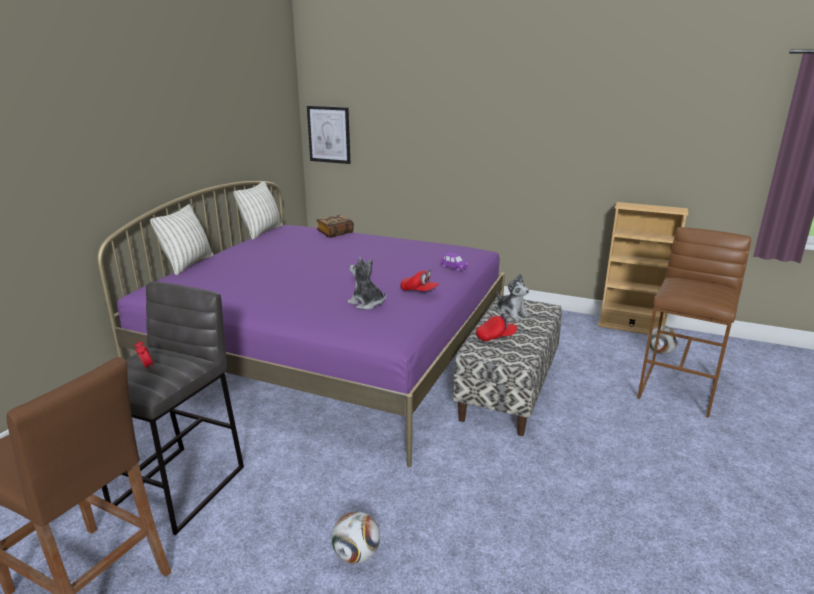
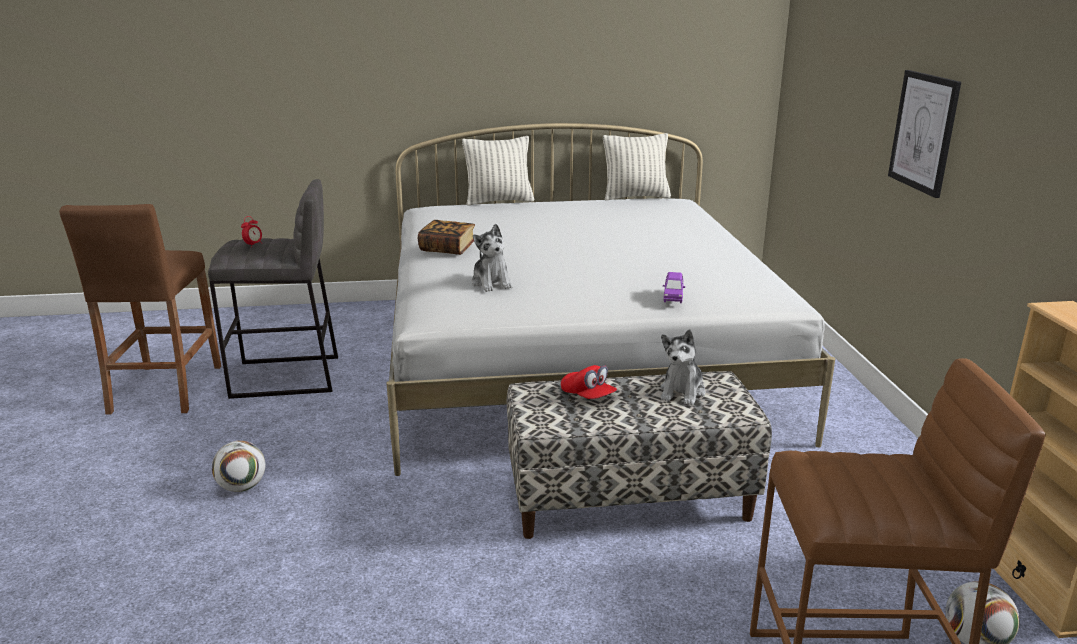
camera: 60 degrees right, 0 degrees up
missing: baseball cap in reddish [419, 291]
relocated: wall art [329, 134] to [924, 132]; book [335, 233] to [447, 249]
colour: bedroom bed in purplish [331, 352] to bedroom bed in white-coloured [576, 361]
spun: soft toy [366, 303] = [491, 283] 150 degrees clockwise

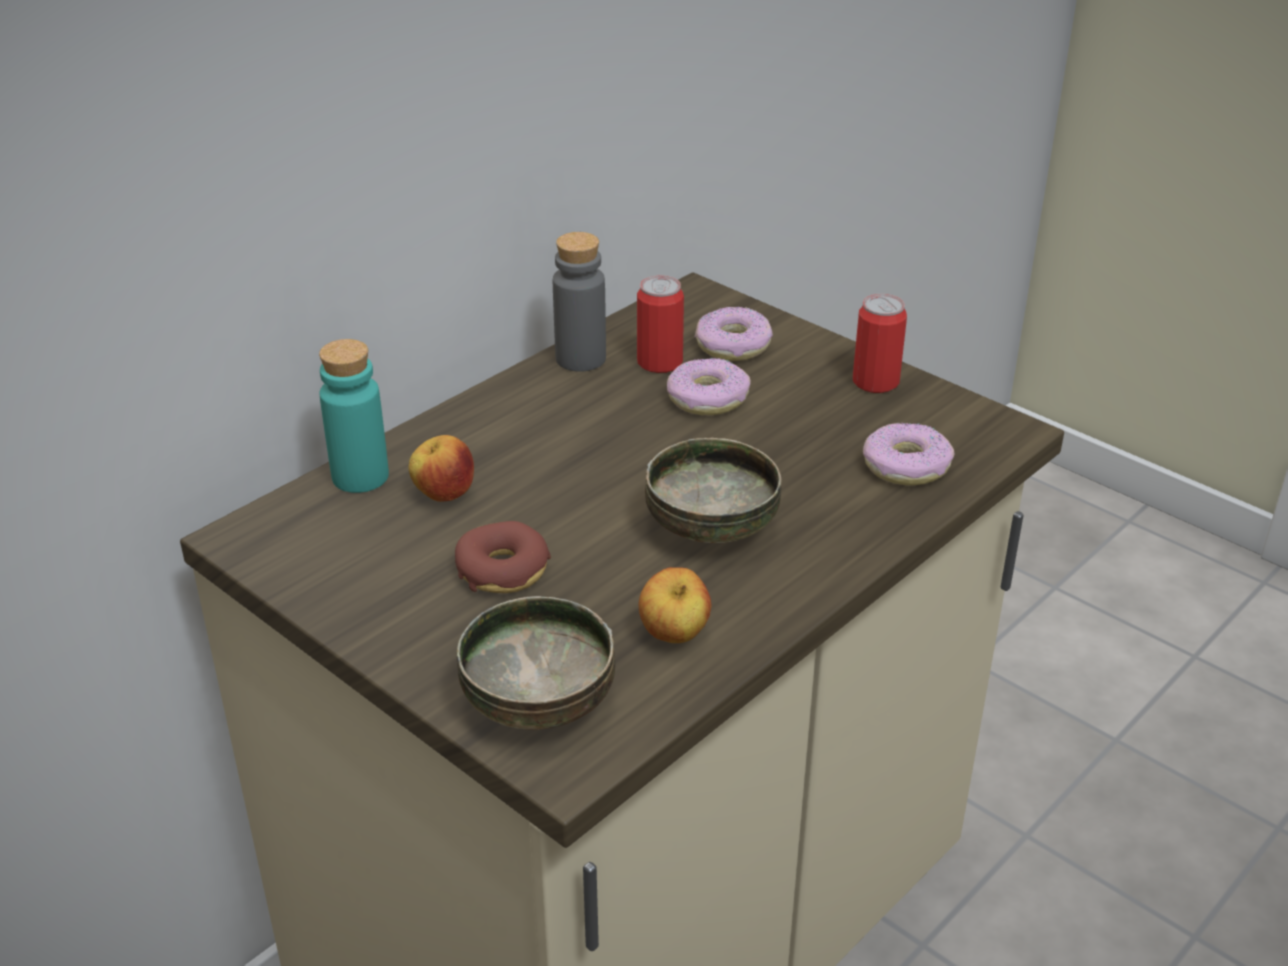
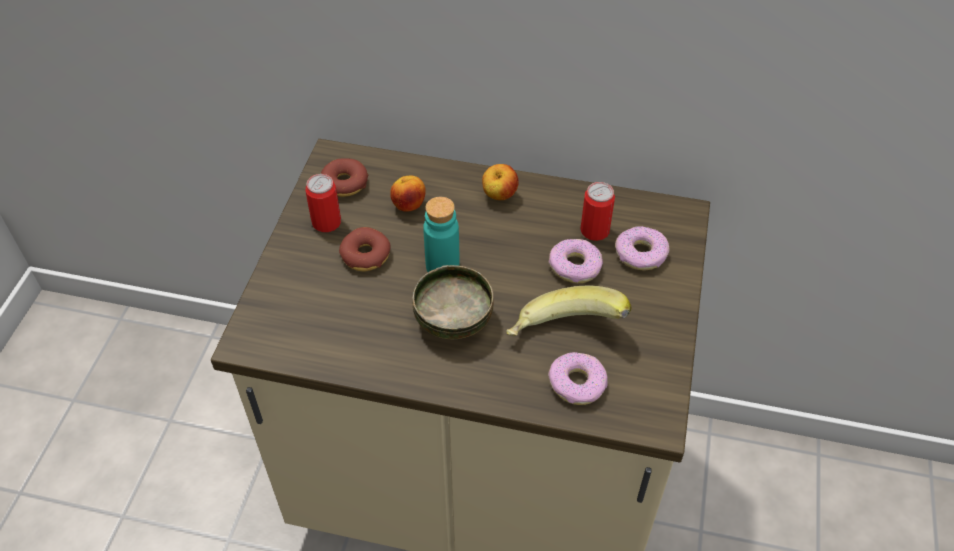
camera: 60 degrees right, 15 degrees up
missing: beverage bottle in gray [580, 358]; bowl [541, 703]
appeared: doughnut [344, 183]; whole banana [564, 335]
relocated: sealed can [875, 382] to [326, 222]; beverage bottle in turquoise-coloured [360, 476] to [442, 266]; whole apple [674, 636] to [499, 195]

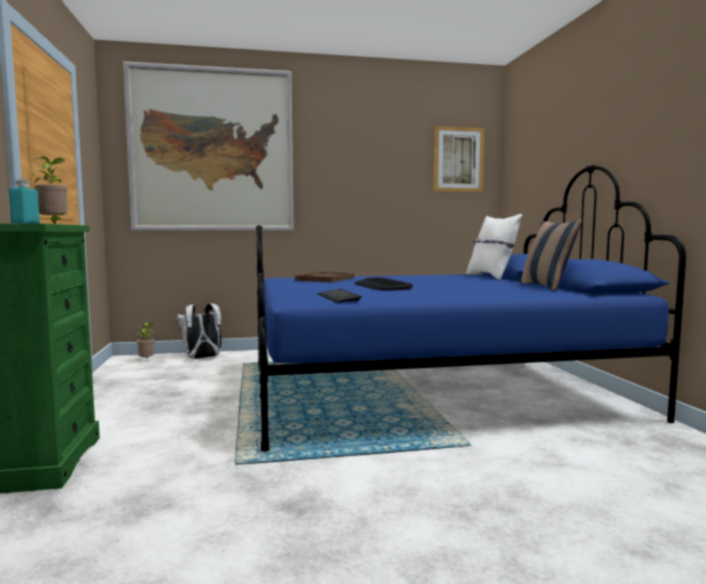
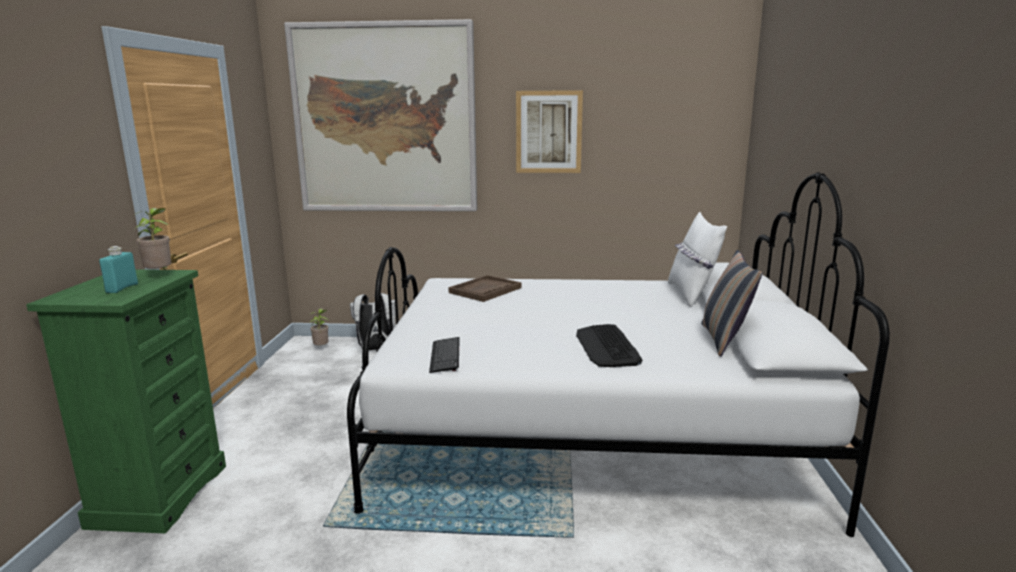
camera: 15 degrees right, 10 degrees up
relocated: wall art [458, 159] to [548, 132]; keyboard [382, 286] to [607, 347]
colour: bedroom bed in bluish [430, 389] to bedroom bed in white-coloured [588, 432]

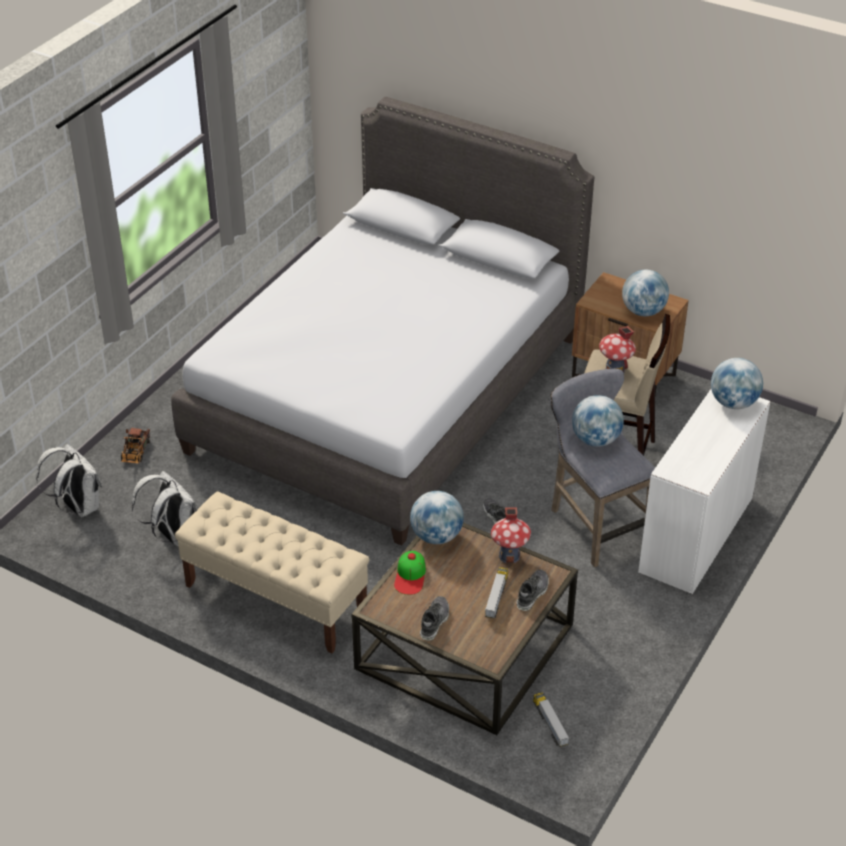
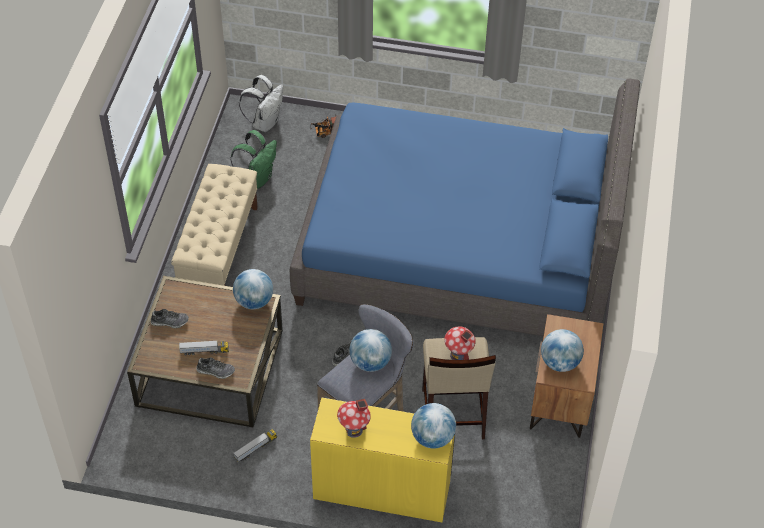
camera: 70 degrees right, 10 degrees up
missing: baseball cap [410, 576]
relocated: toy house [509, 556] to [354, 430]; toy truck [550, 724] to [256, 448]
colour: bedroom bed in gray [386, 393] to bedroom bed in bluish [459, 249]; desk unit in white-coloured [694, 534] to desk unit in yellow-coloured [381, 488]; backpack in white-coloured [173, 535] to backpack in greenish [258, 178]

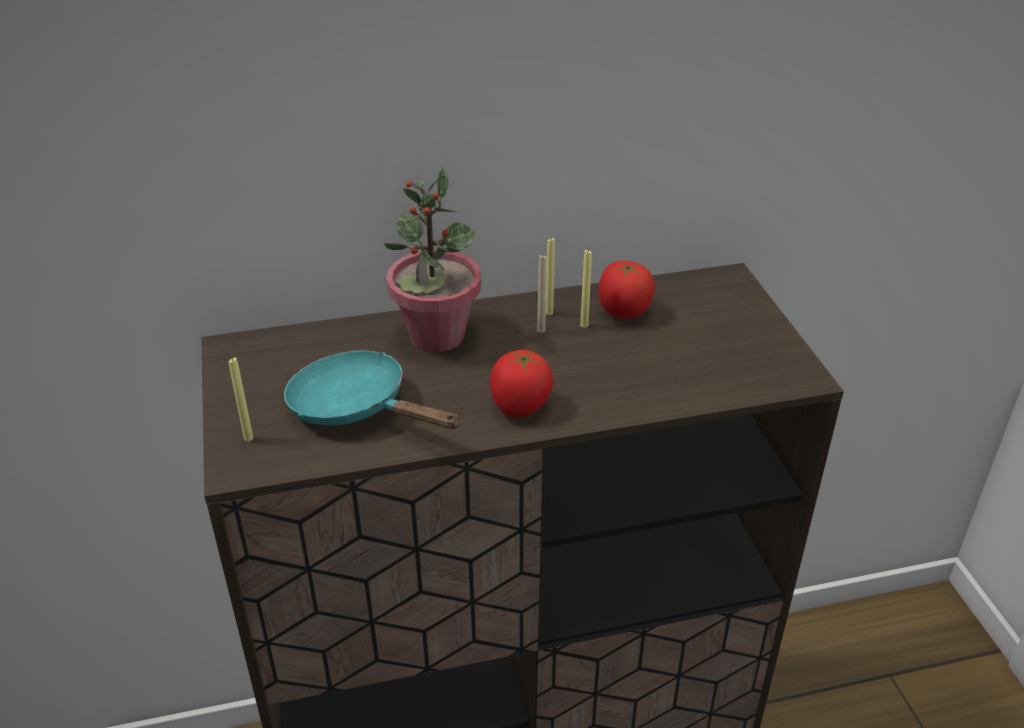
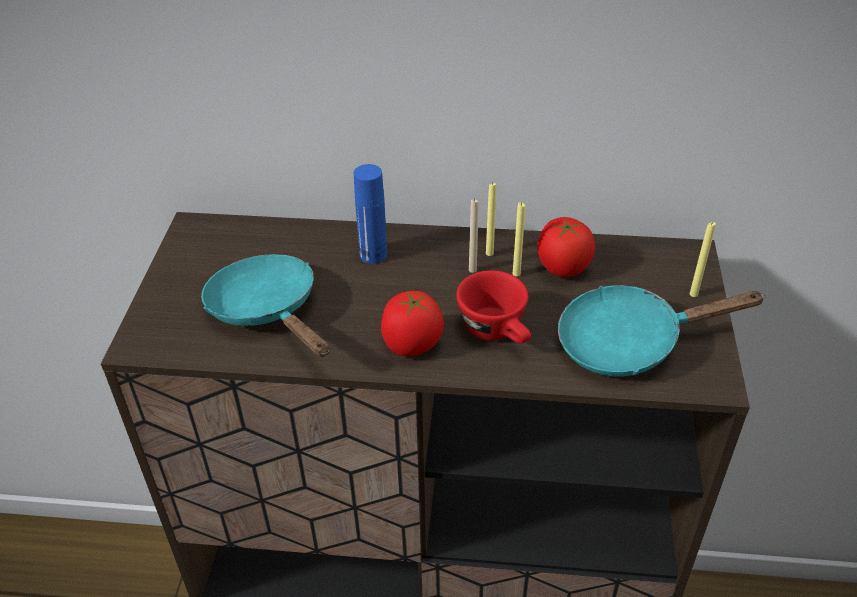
camera: 20 degrees right, 5 degrees up
appeared: small cup in reddish [498, 332]; frying pan in turquoise-coloured [629, 342]
relocated: wax light in yellow-coloured [248, 438] to [693, 294]
exchanged: houseplant [436, 336] to beverage bottle in bluish [373, 255]

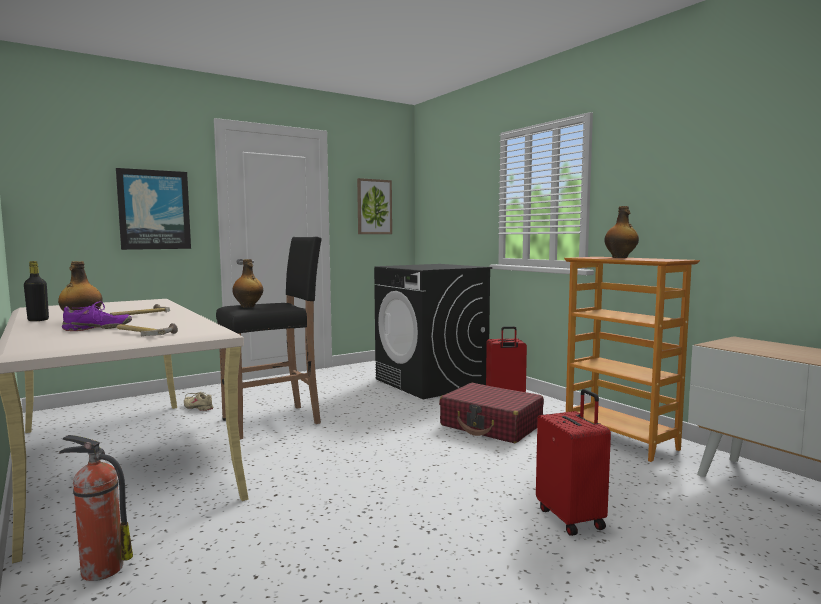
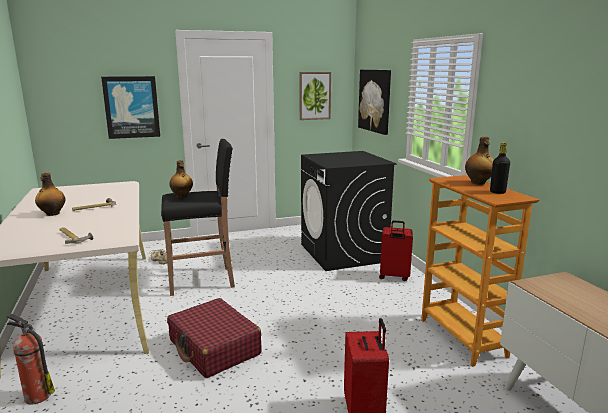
camera: 15 degrees right, 10 degrees up
missing: item of footwear in purplish [97, 328]
appeared: wall art [375, 100]
relocated: beverage bottle in blackish [38, 320] to [497, 192]; piece of luggage in reddish [491, 425] to [214, 348]

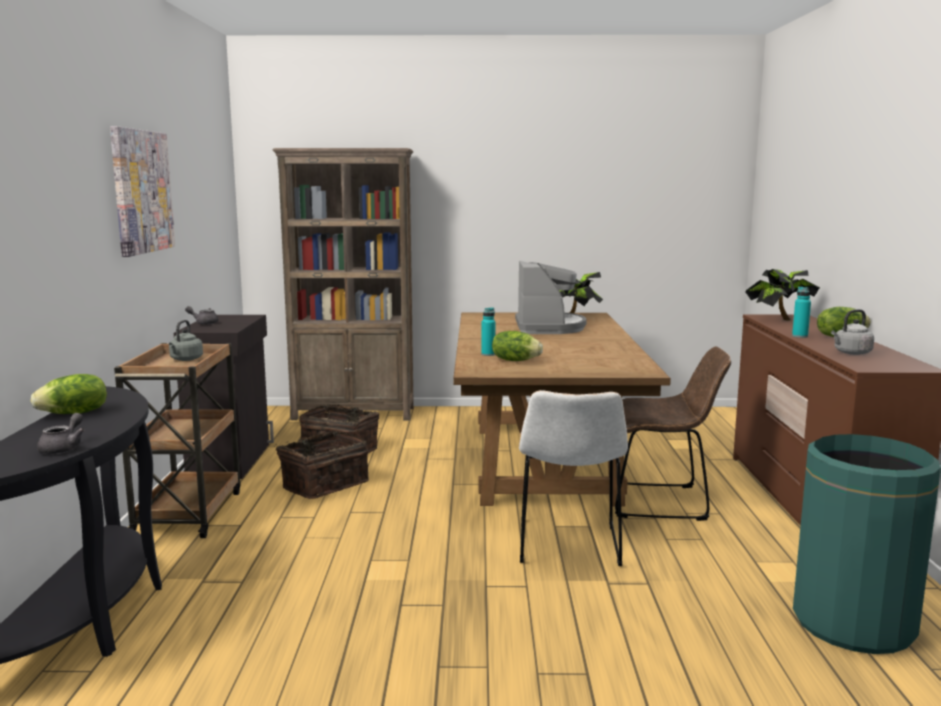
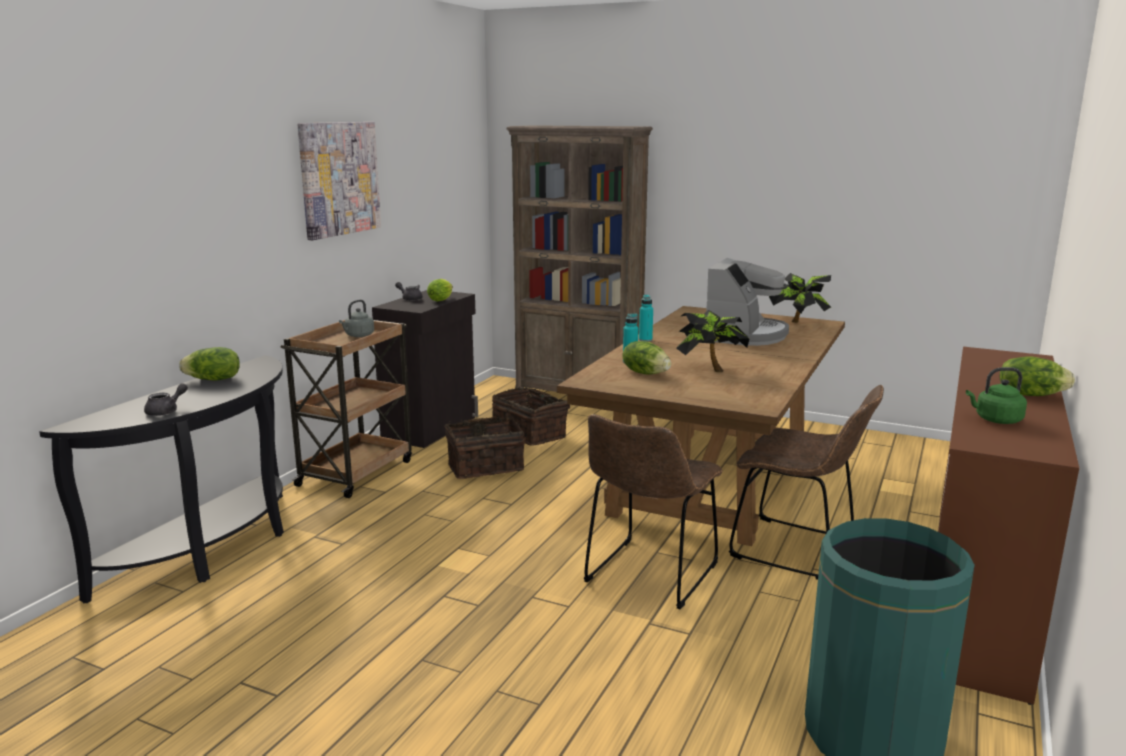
camera: 25 degrees right, 5 degrees up
appeared: lettuce [442, 299]
relocated: houseplant [778, 319] to [709, 369]; beverage bottle in turquoise-coloured [800, 336] to [645, 340]
colour: kettle in gray [851, 353] to kettle in greenish [996, 420]; chair in white-coloured [568, 546] to chair in brown-coloured [648, 576]

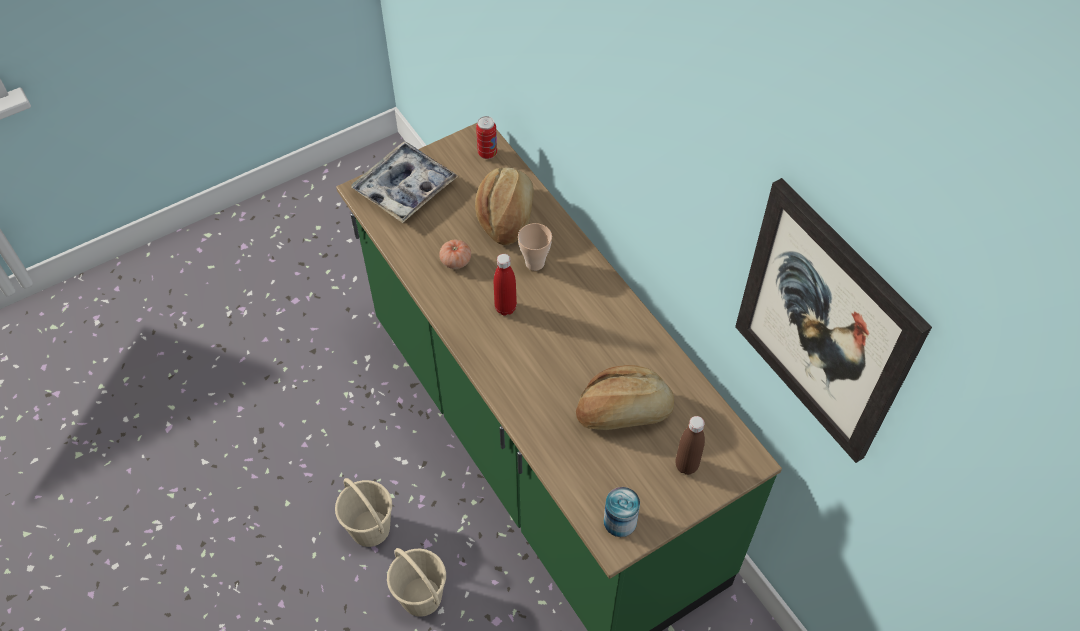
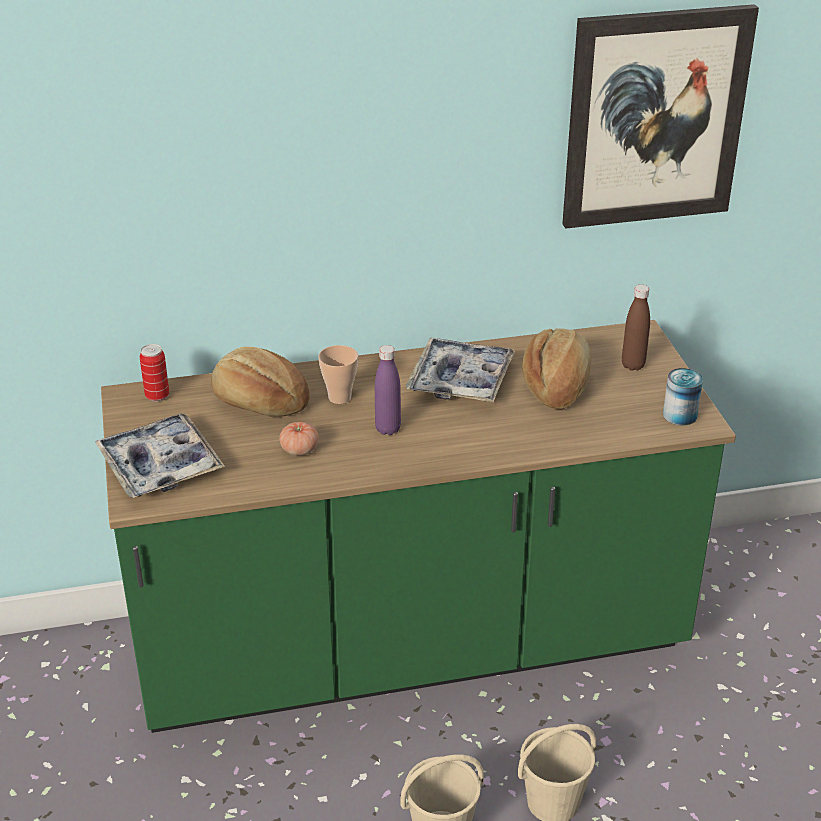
camera: 70 degrees left, 20 degrees down
appeared: serving tray [460, 380]
colour: beverage bottle in reddish [505, 308] to beverage bottle in purplish [388, 429]

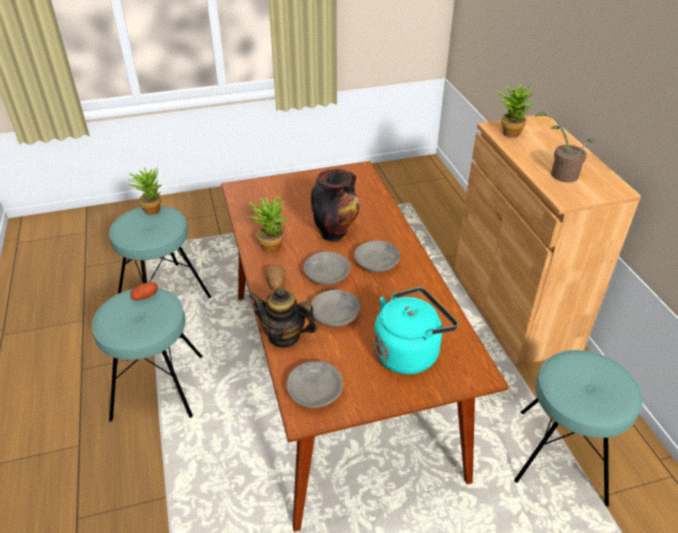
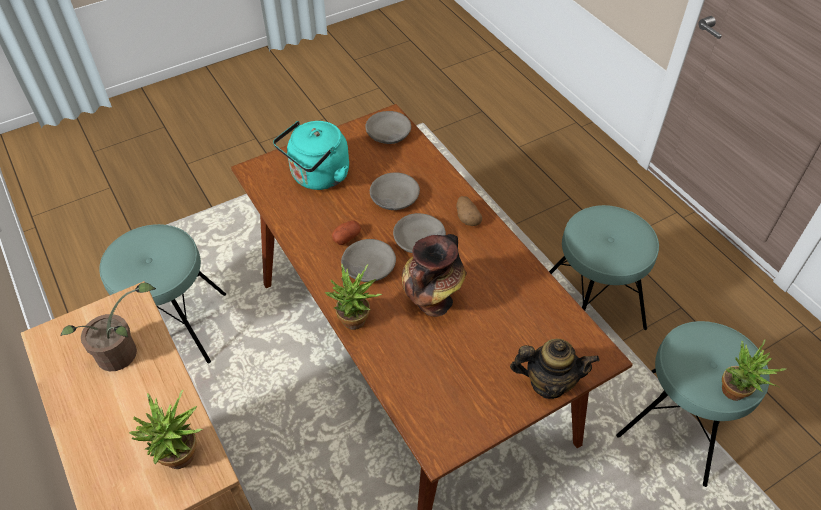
camera: 165 degrees right, 10 degrees up
relocated: houseplant [271, 245] to [355, 324]; spud [145, 296] to [346, 237]; tea pot [284, 336] to [548, 382]

